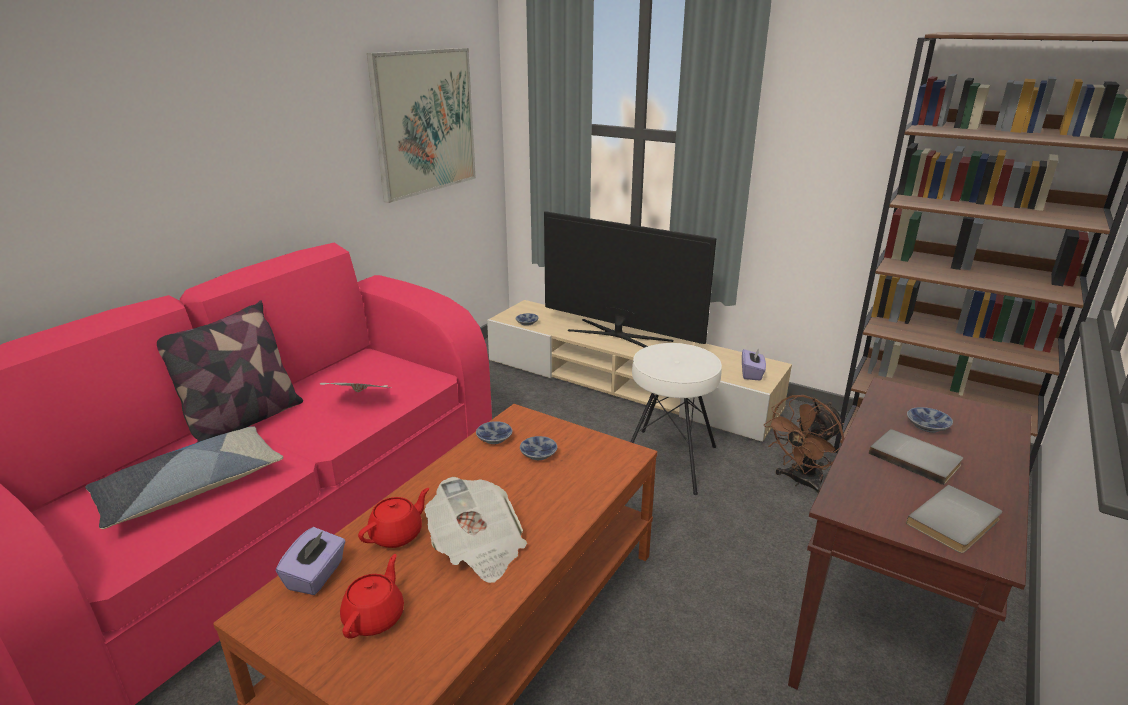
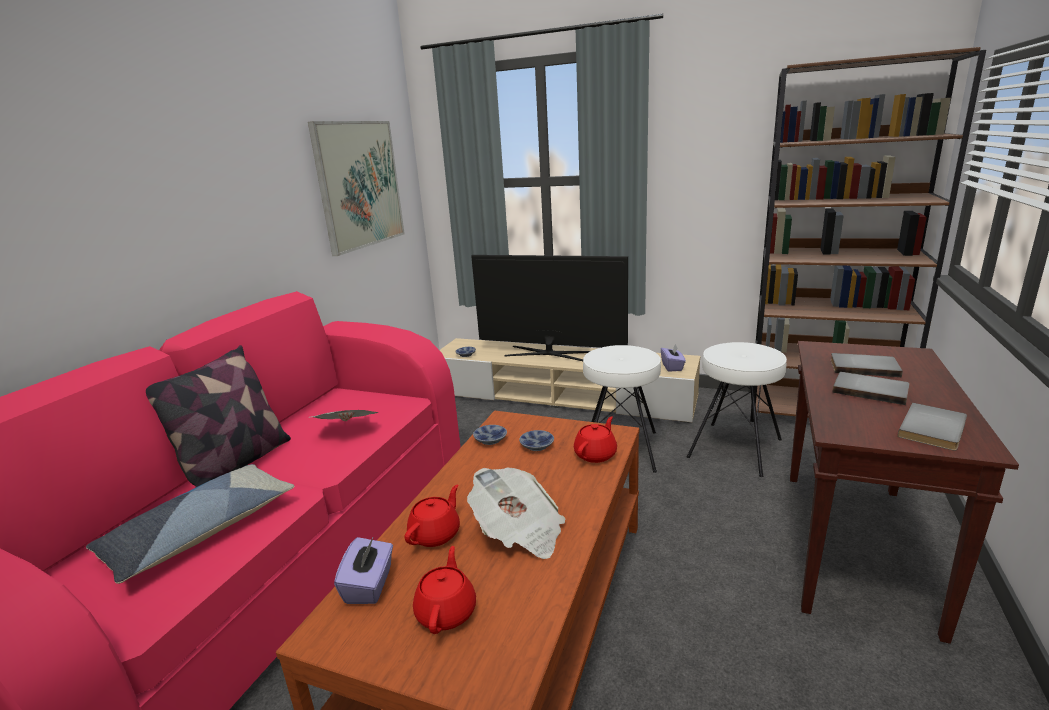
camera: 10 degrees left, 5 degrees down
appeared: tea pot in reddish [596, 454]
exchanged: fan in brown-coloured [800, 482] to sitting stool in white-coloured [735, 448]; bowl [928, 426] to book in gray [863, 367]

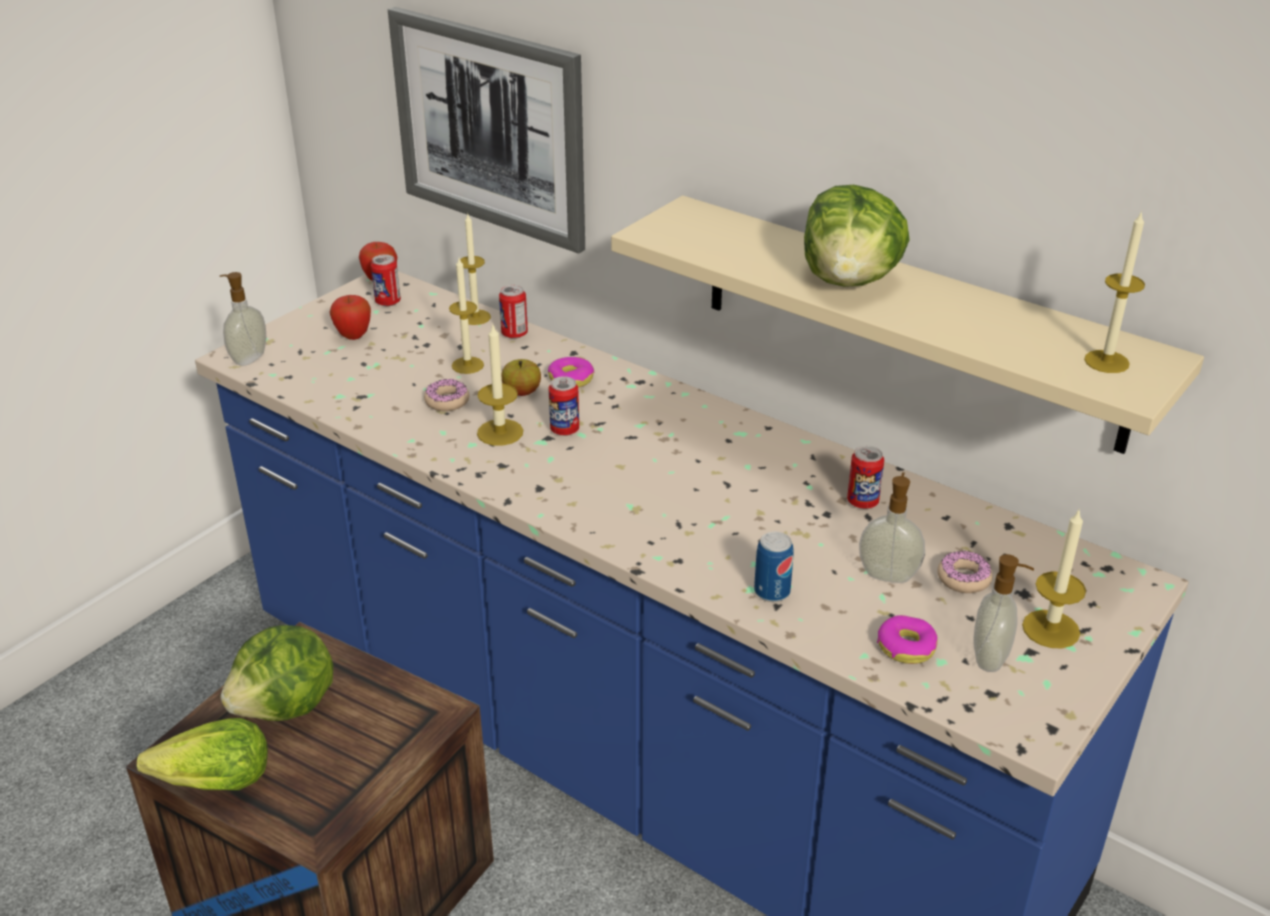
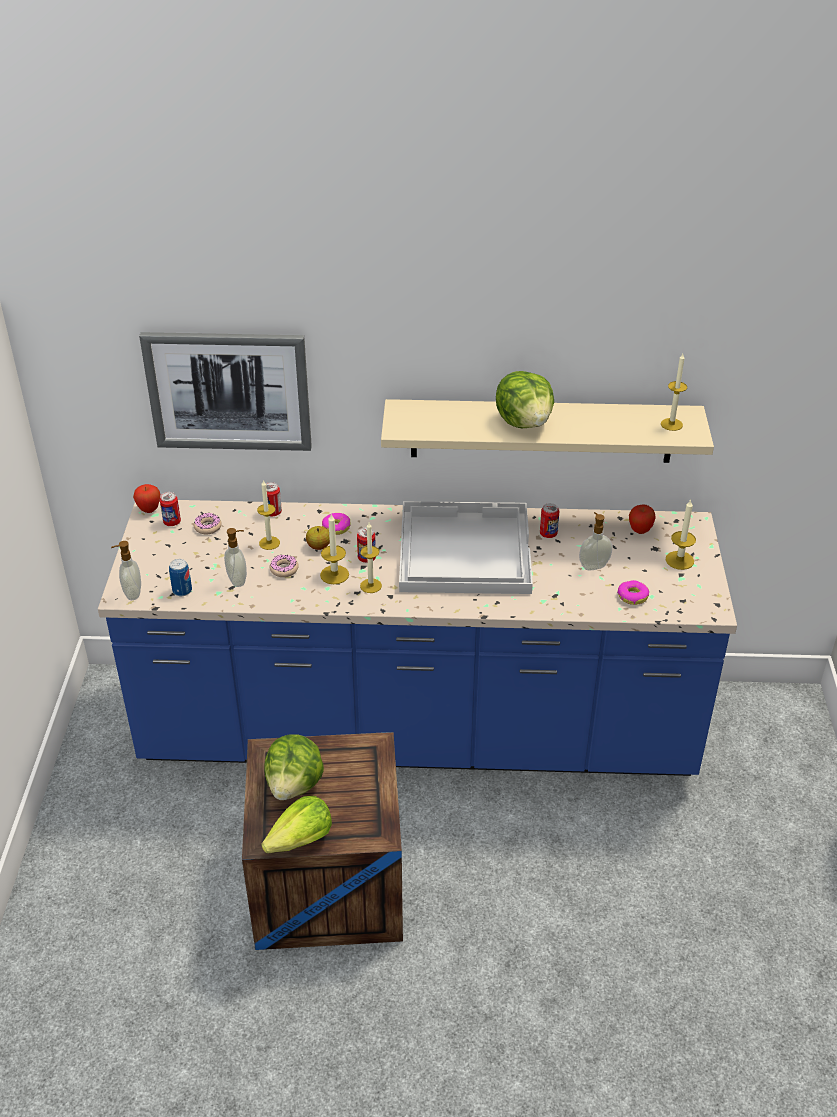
camera: 35 degrees left, 5 degrees up
appeared: serving tray in white-coloured [463, 549]
relocated: wax light [475, 317] to [370, 586]; whole apple [353, 336] to [640, 531]; sealed can [772, 592] to [182, 591]; doughnut [963, 578] to [207, 527]; soap dispenser [991, 658] to [238, 580]

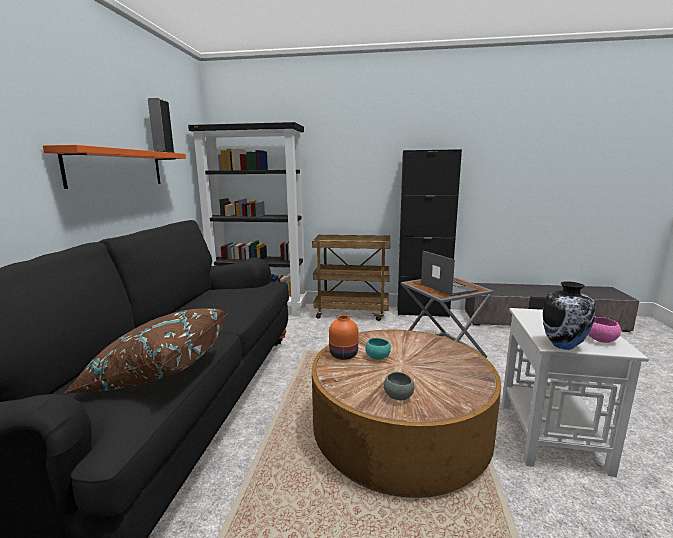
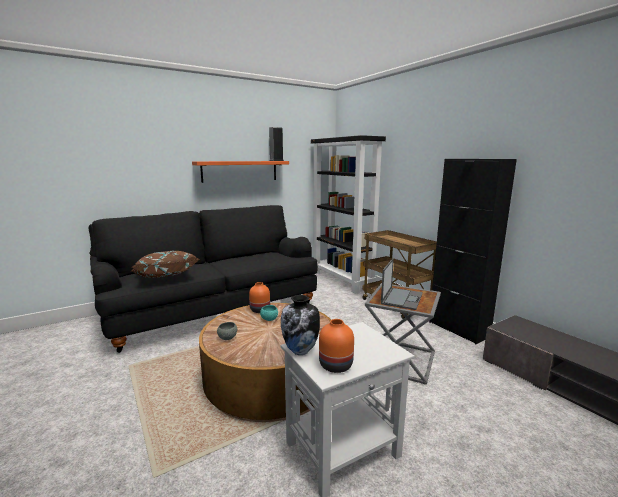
camera: 50 degrees right, 0 degrees up
exchanged: bowl in pinkish [600, 340] to vase in orange-coloured [335, 365]

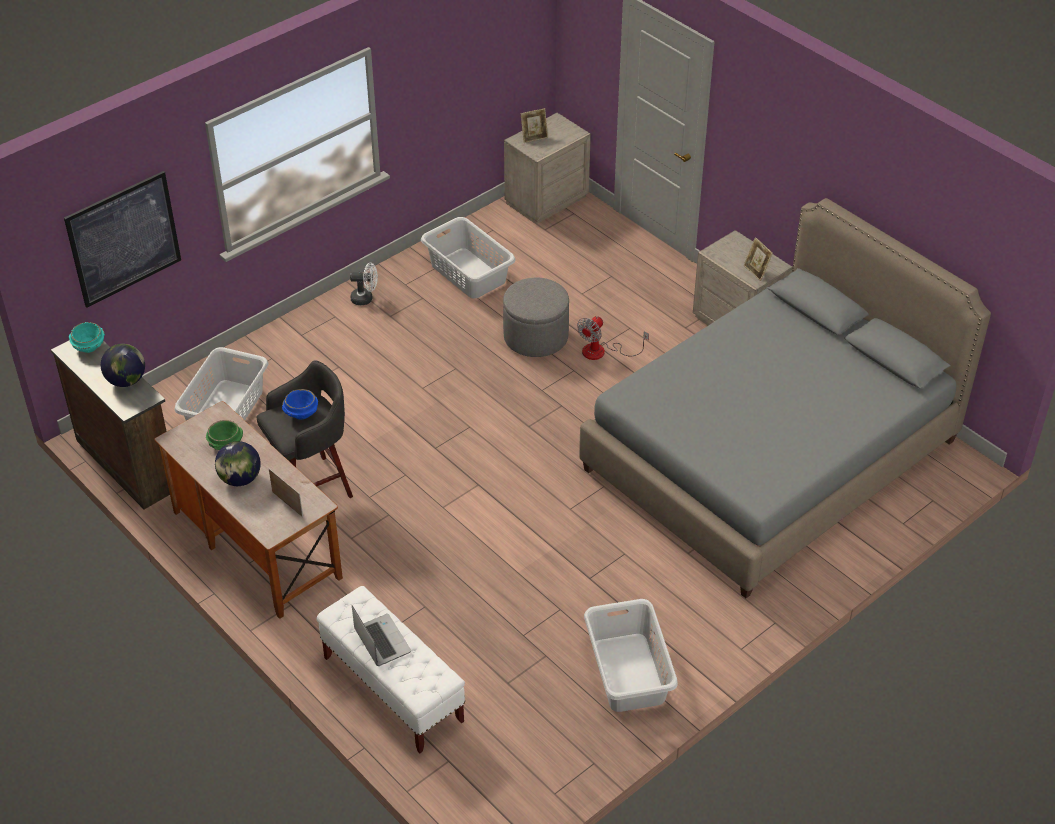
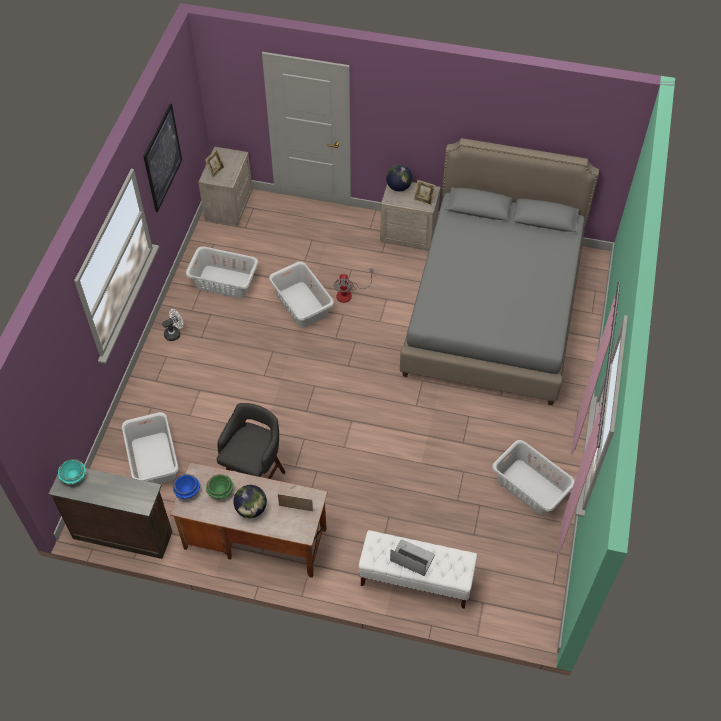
camera: 35 degrees left, 10 degrees up
relocated: wall art [124, 239] to [162, 158]; desk globe [126, 380] to [398, 187]; bowl in bluish [301, 413] to [187, 491]
exchanged: pouffe in gray [536, 337] to hamper in gray [302, 304]

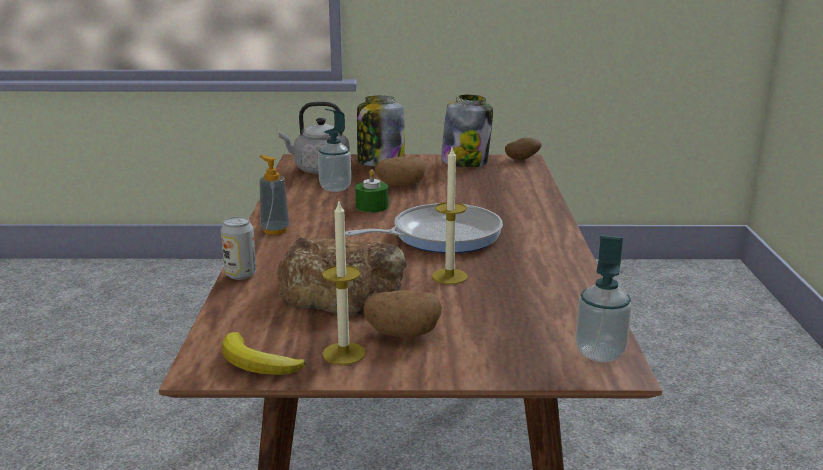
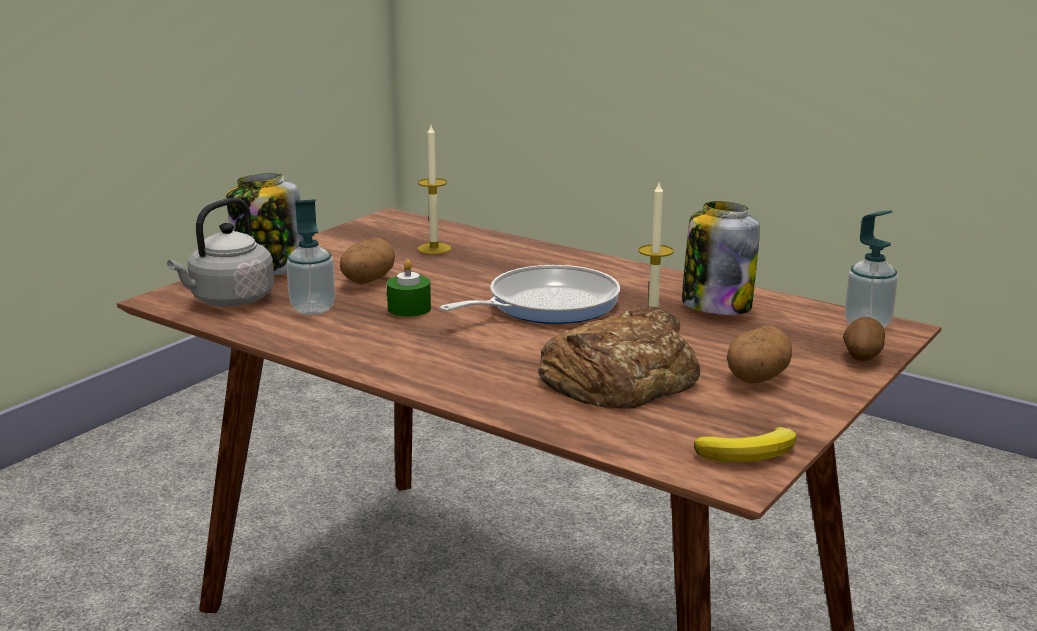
camera: 55 degrees left, 0 degrees up
missing: soap dispenser [275, 230]; sealed can [240, 274]
relocated: jar [465, 162] to [715, 305]; spud [522, 159] to [861, 357]; wax light [344, 353] to [434, 249]
spun: frying pan [440, 236] = [546, 305] 45 degrees clockwise

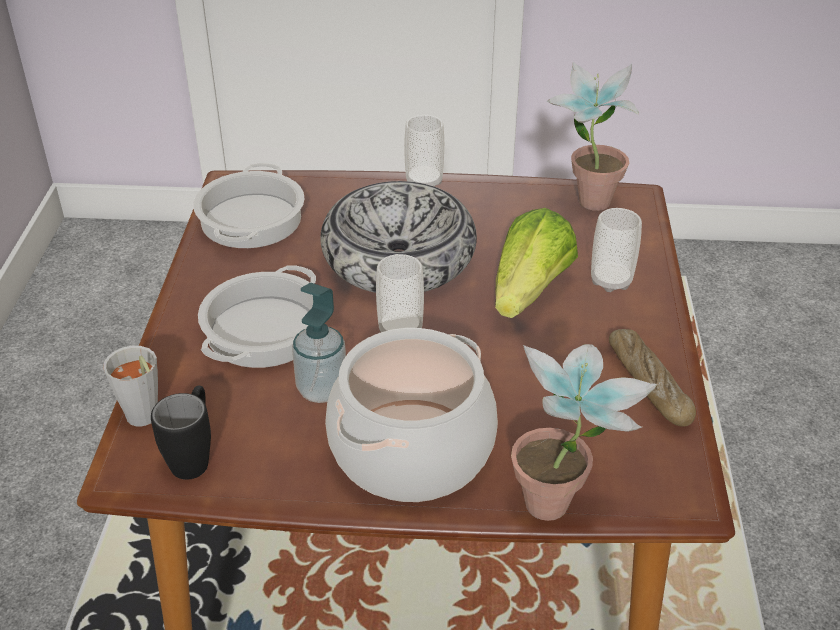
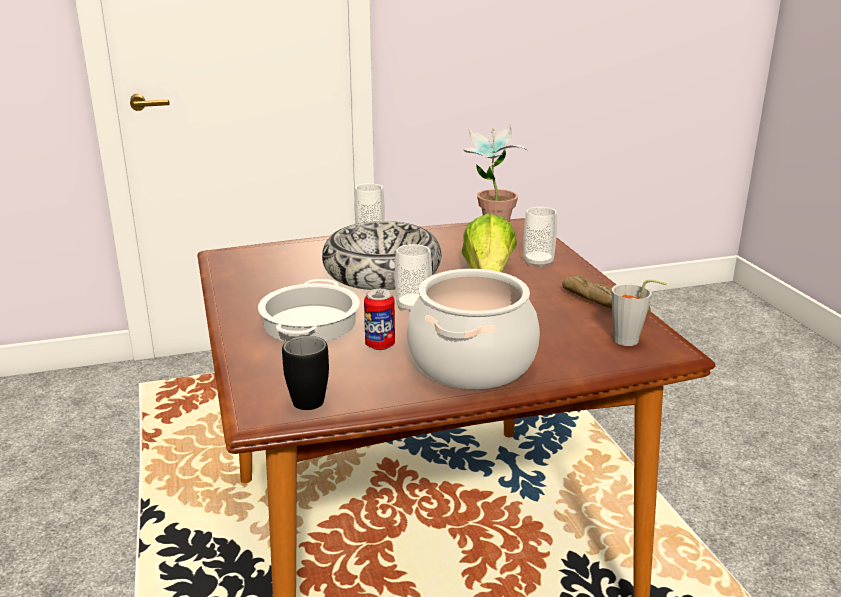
camera: 20 degrees left, 15 degrees down
missing: saucepot [252, 220]; houseplant [562, 511]
relocated: small cup in gray [144, 420] to [631, 342]
exchanged: soap dispenser [322, 390] to sealed can [380, 345]

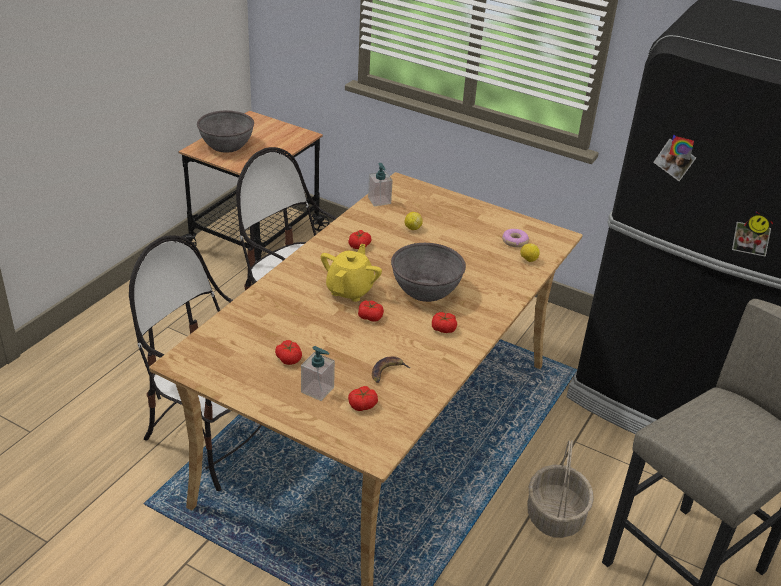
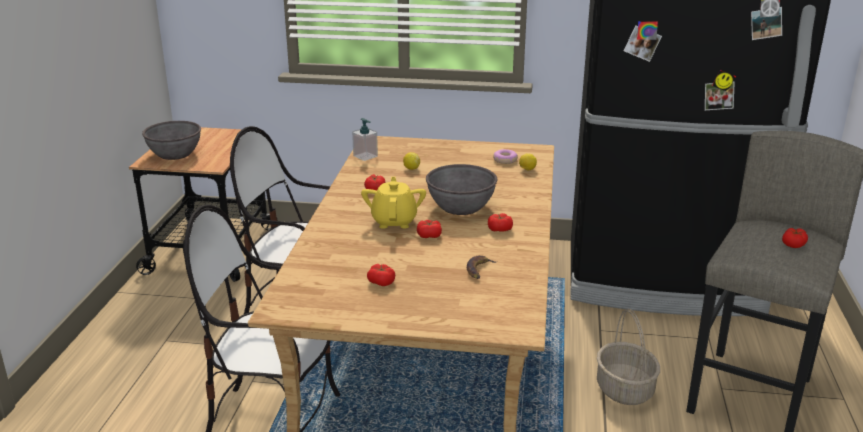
camera: 20 degrees left, 10 degrees down
missing: soap dispenser [317, 390]
relocated: fresh tomato [362, 405] to [793, 244]

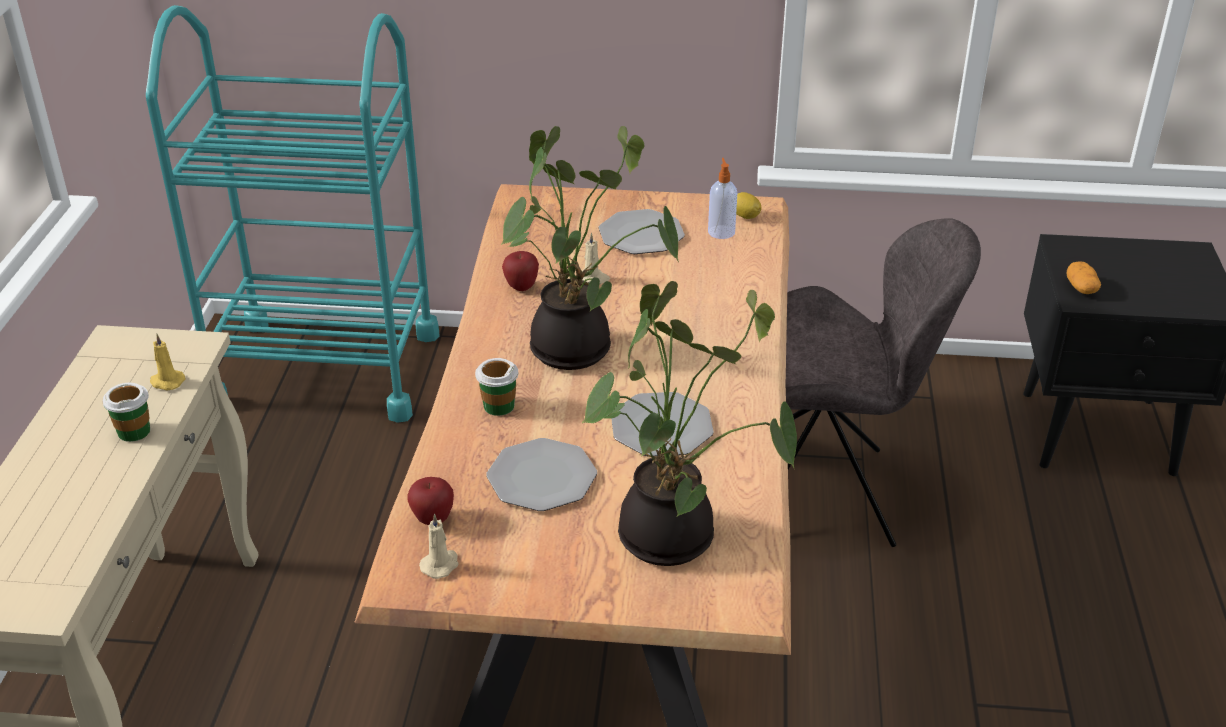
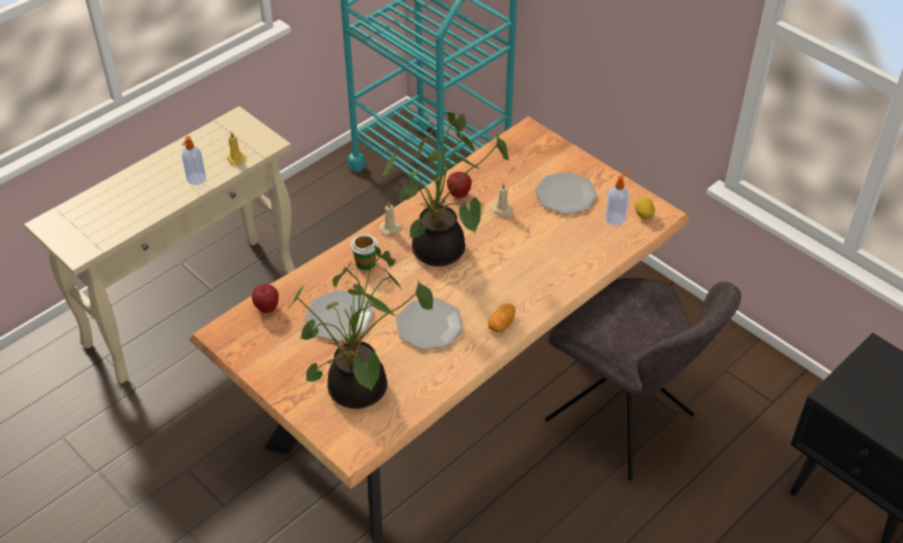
camera: 40 degrees right, 10 degrees up
relocated: spud [1080, 288] to [501, 324]; wax light in sand-coloured [441, 564] to [391, 228]
exchanged: small cup [134, 431] to soap dispenser [196, 179]

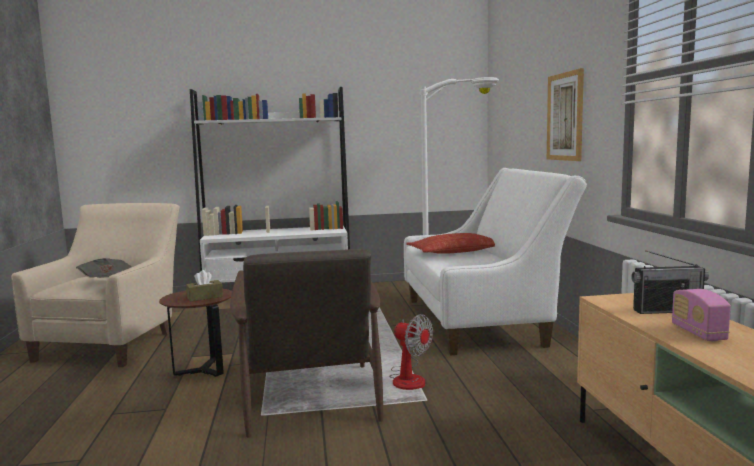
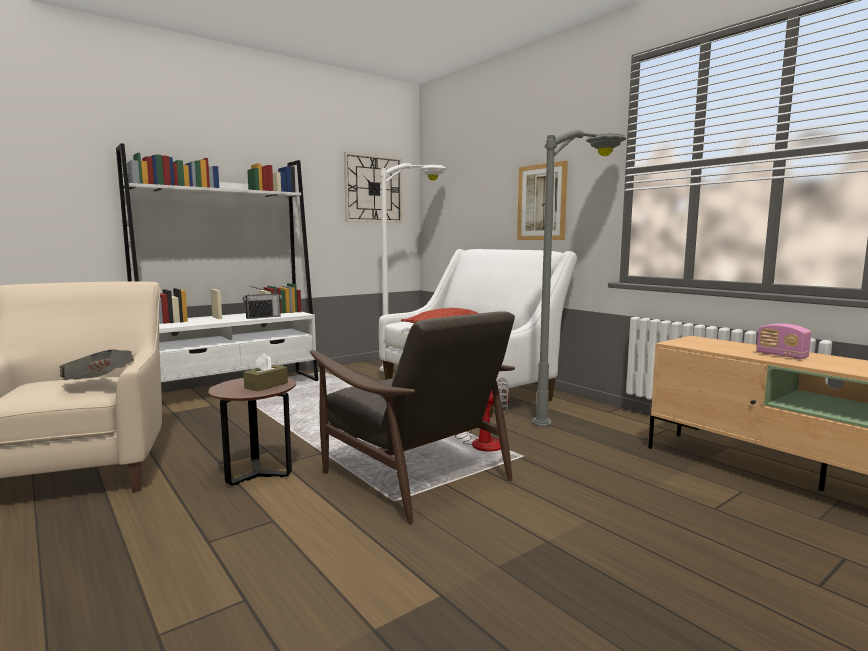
camera: 30 degrees left, 0 degrees up
appeared: standing lamp in gray [579, 412]; hanging clock [373, 189]
relocated: radio set [667, 310] to [263, 317]

